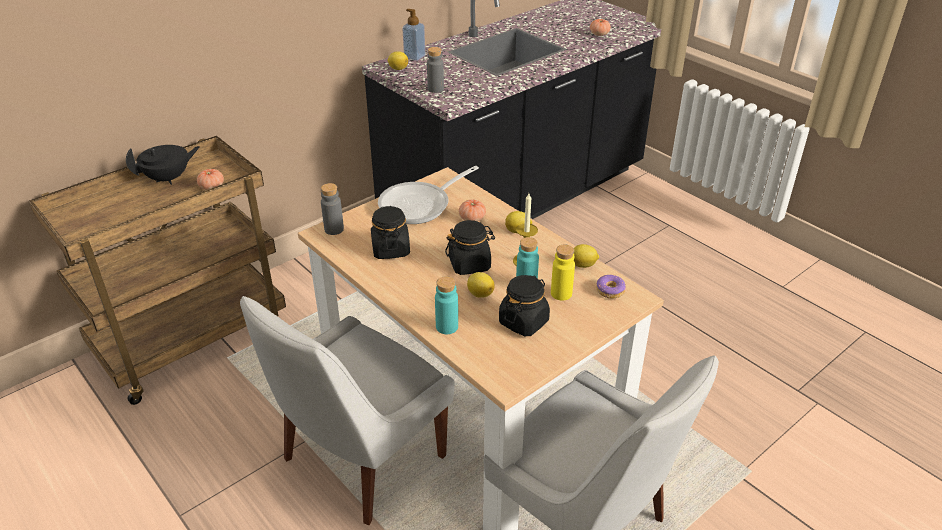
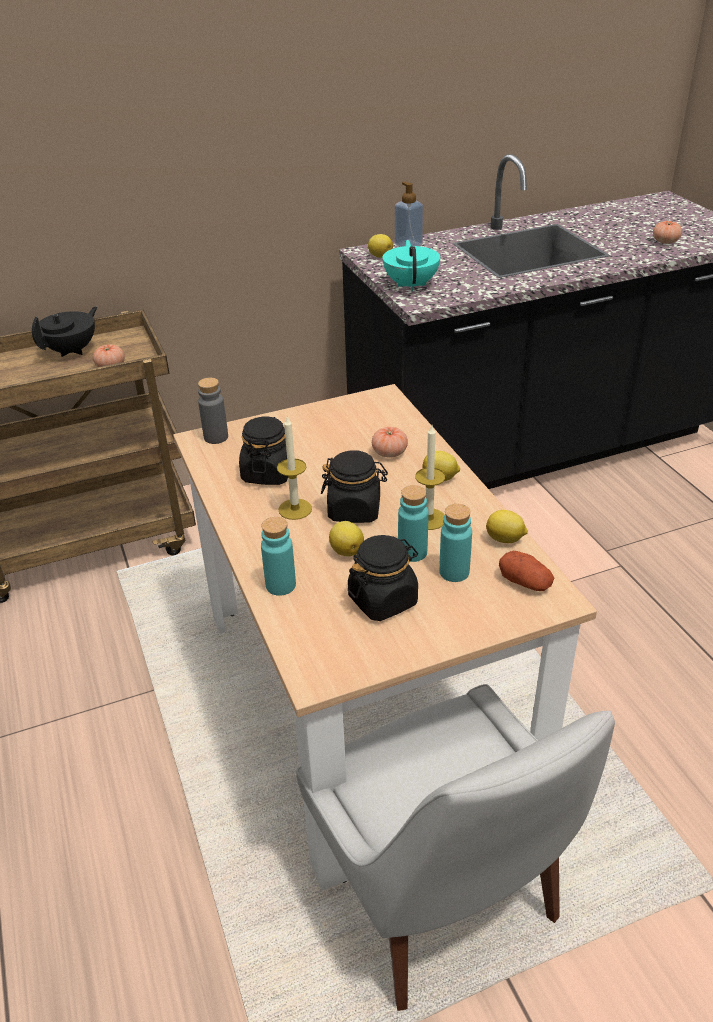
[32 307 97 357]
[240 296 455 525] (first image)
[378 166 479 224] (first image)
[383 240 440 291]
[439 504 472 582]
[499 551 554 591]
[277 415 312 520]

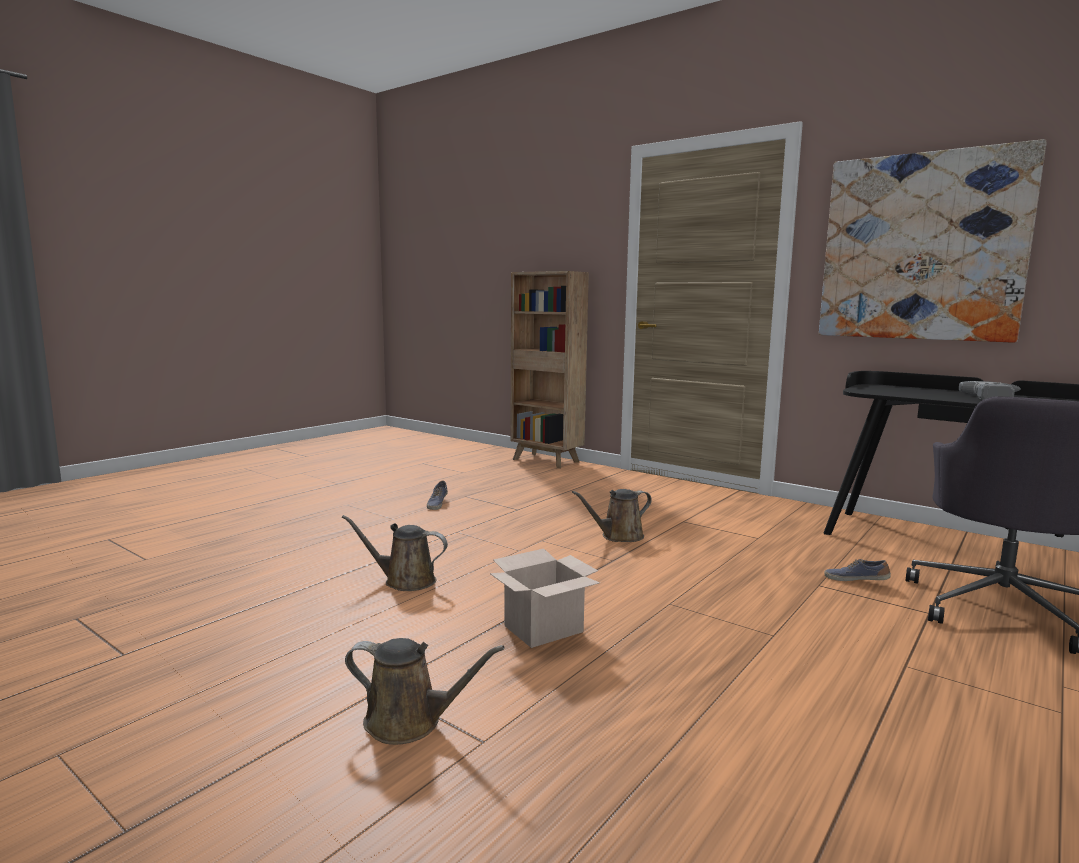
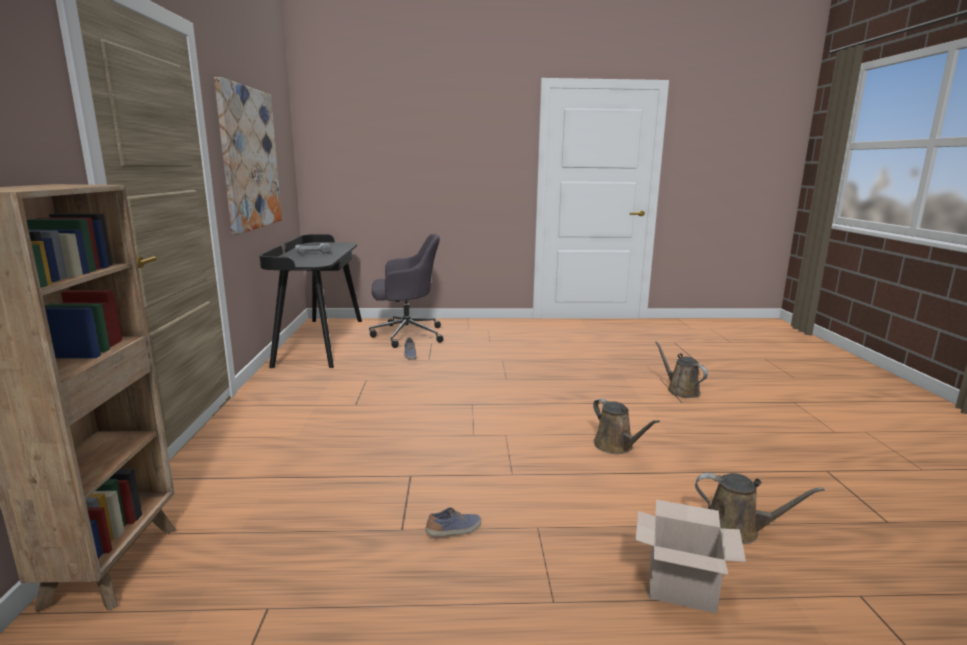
[636 500 746 613]
[695 473 825 544]

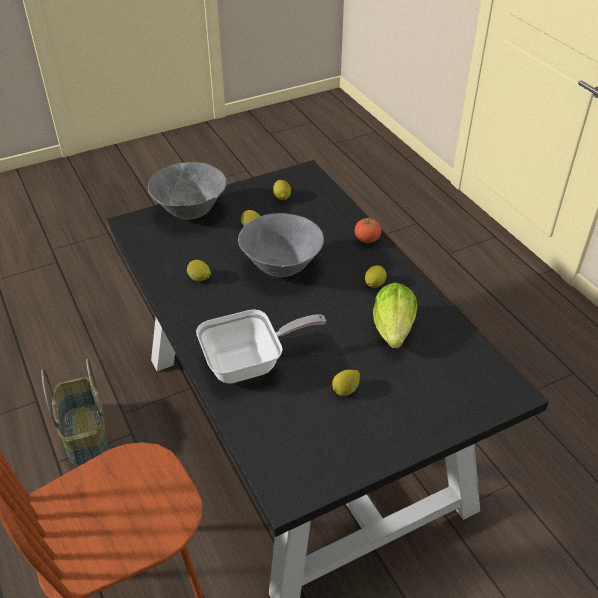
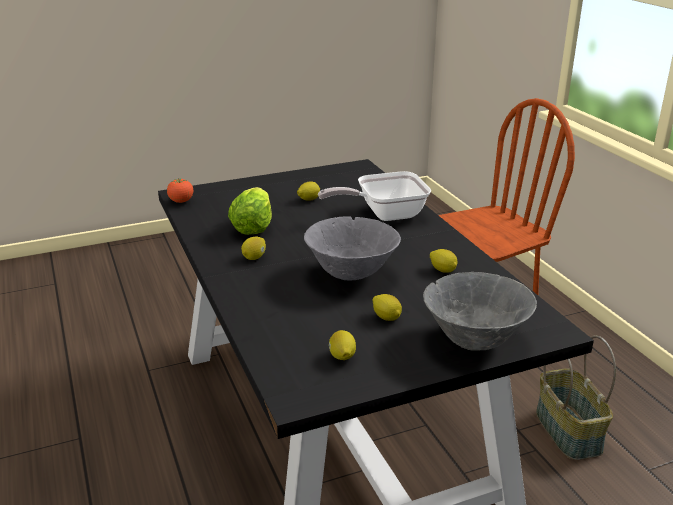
[167 179 193 203]

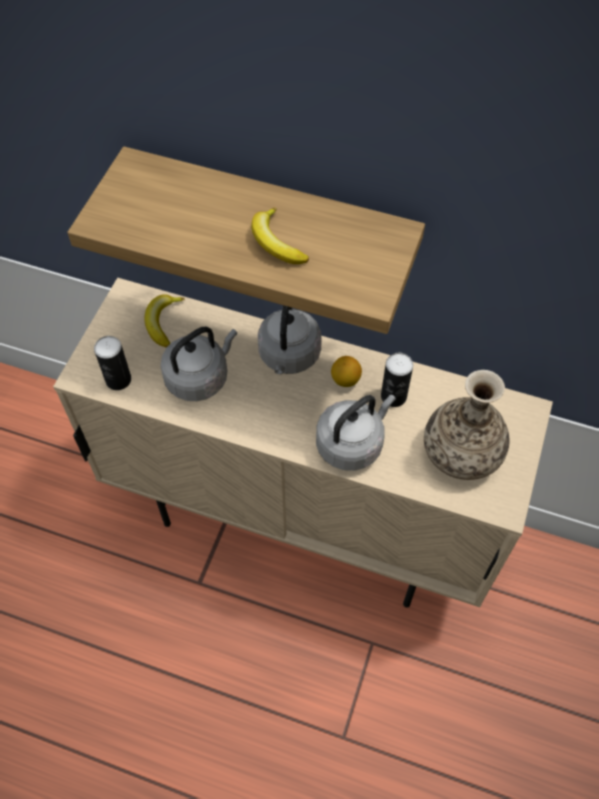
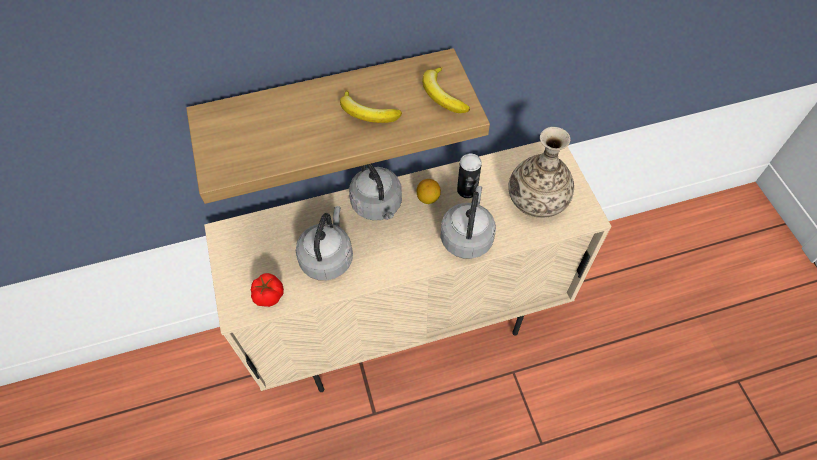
[251 273 284 307]
[422 67 470 113]

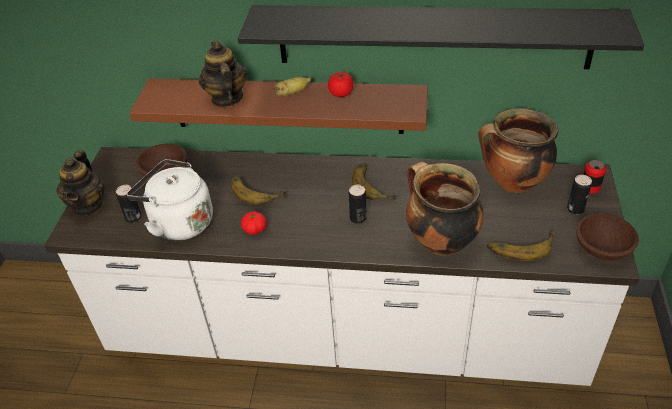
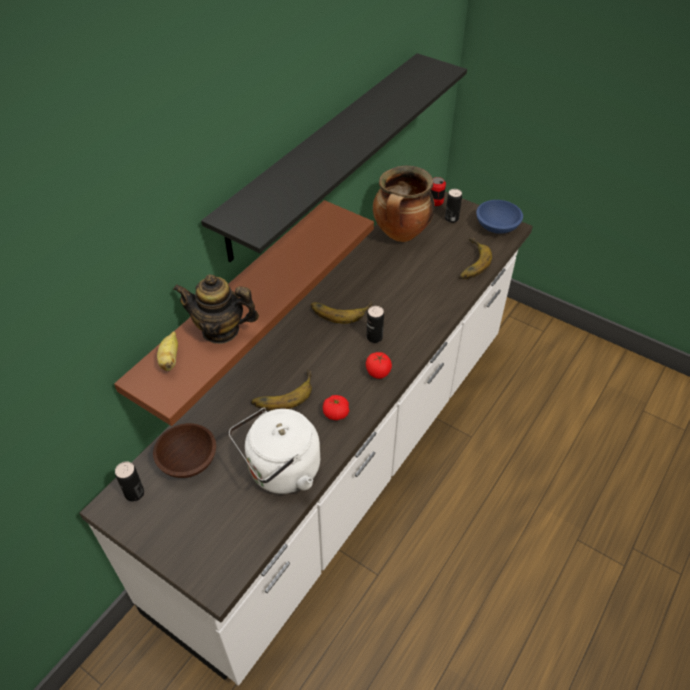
[57 150 105 216] (first image)
[115 461 145 502]
[157 331 178 371]
[366 352 392 379]
[406 162 484 256] (first image)
[476 200 523 234]

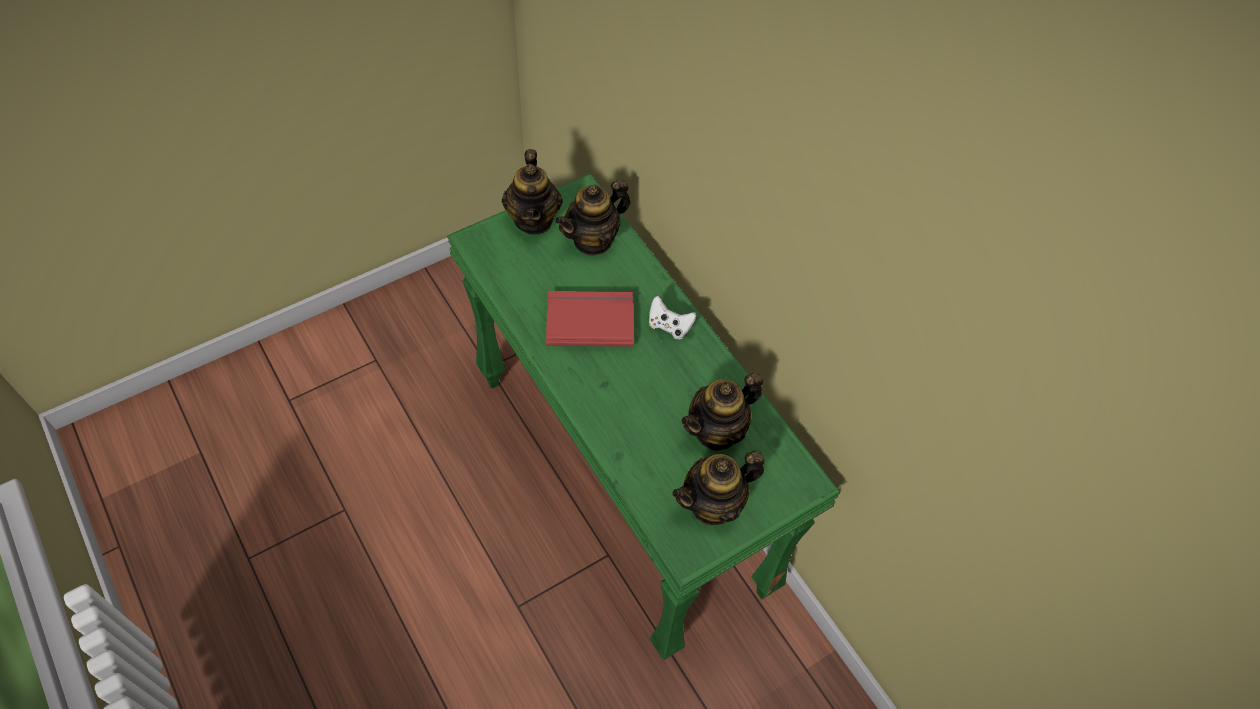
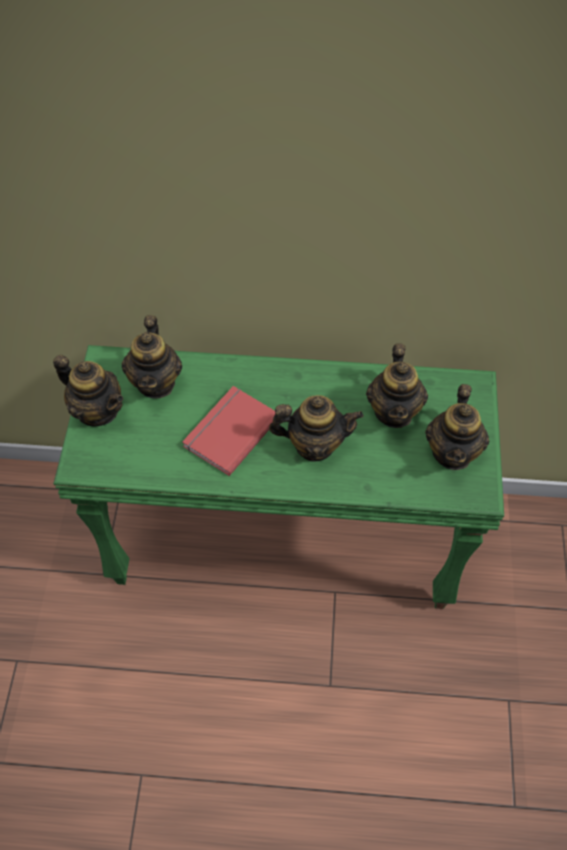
[649 296 697 339] (first image)
[269 395 363 462]

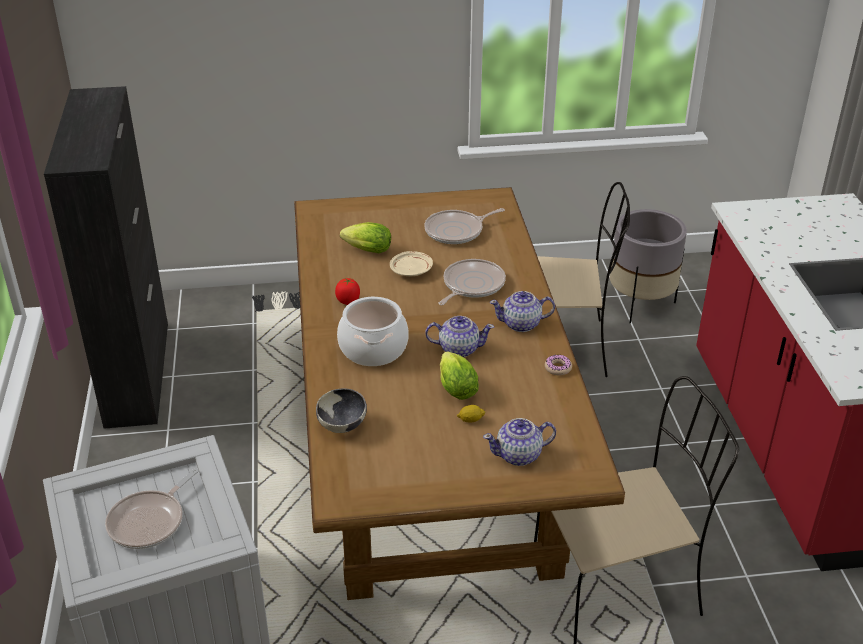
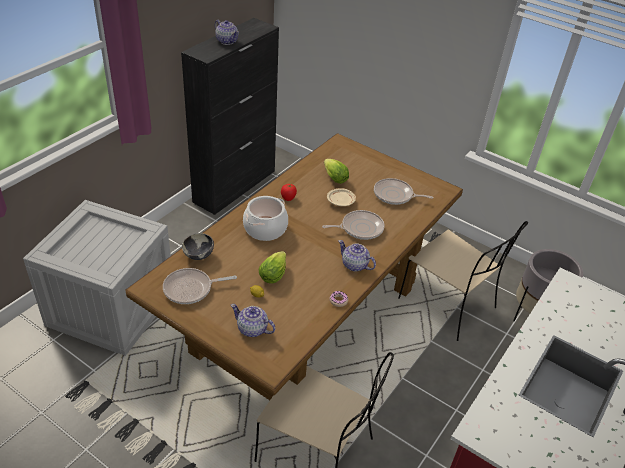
[163 268 237 304]
[215 20 239 45]

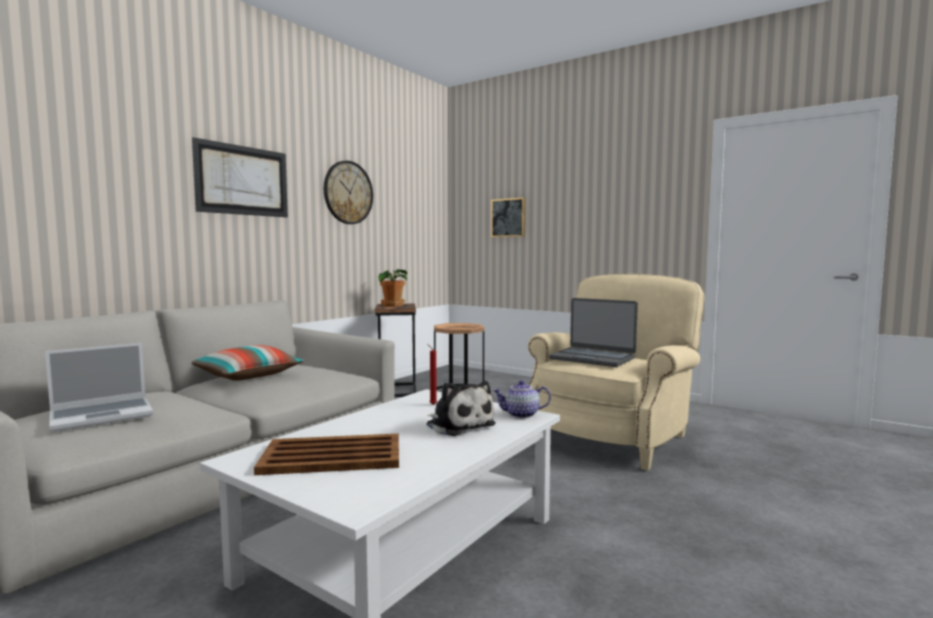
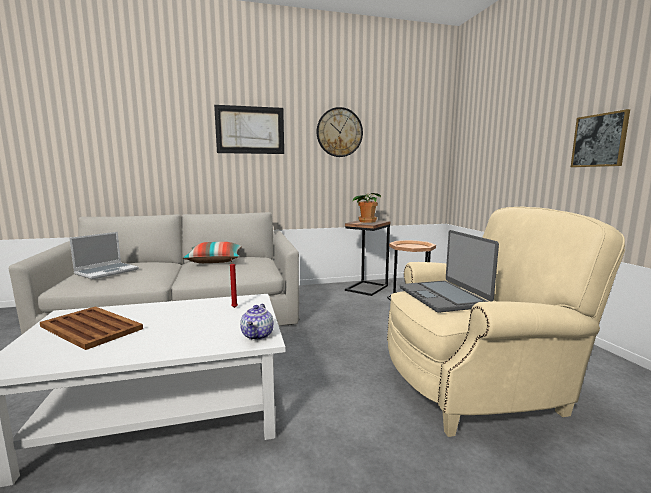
[69 232 139 280]
[426 381 496 436] (first image)
[571 109 630 167]
[240 304 274 340]

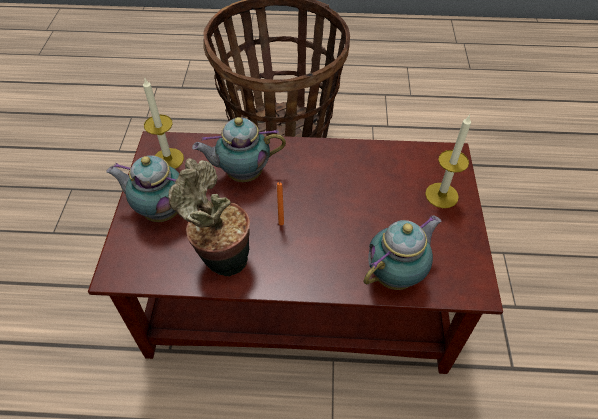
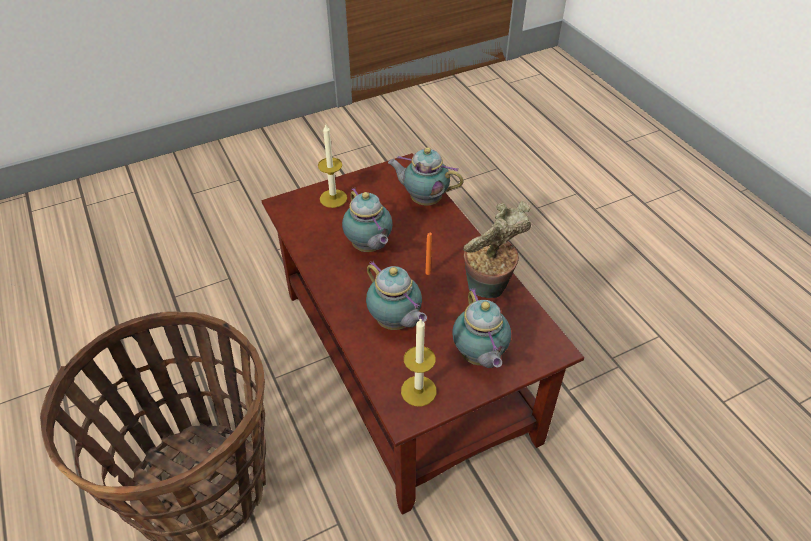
[342 188 393 252]

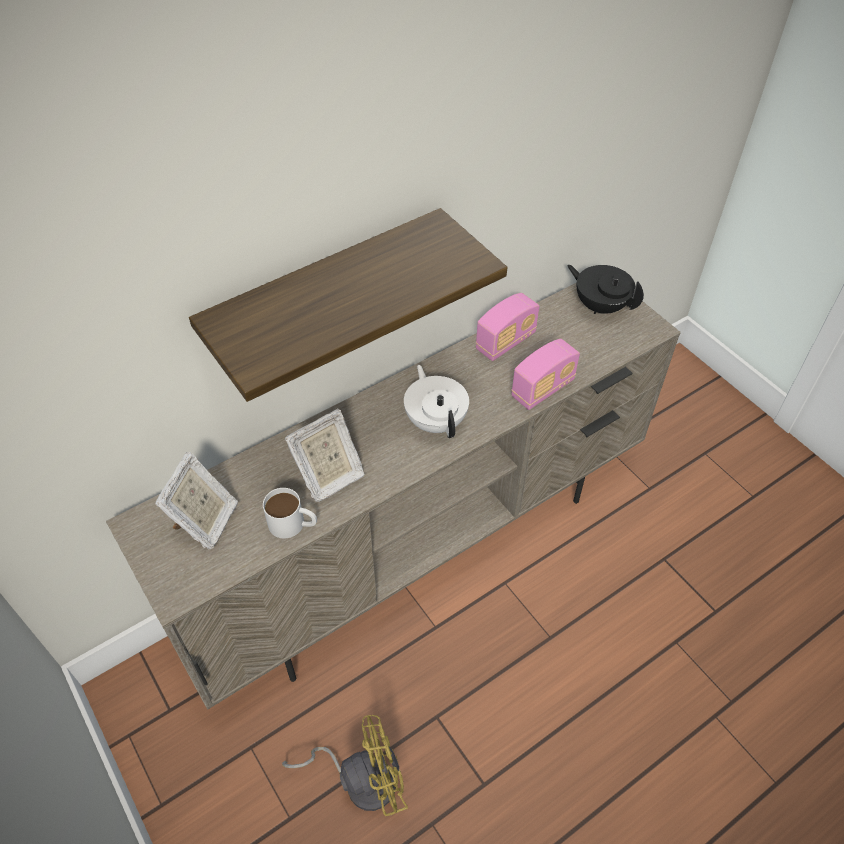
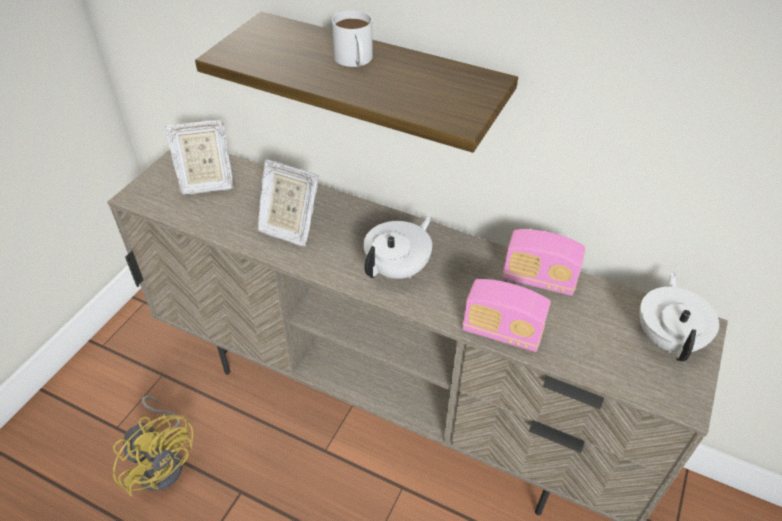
[332 10 373 67]
[639 272 719 362]

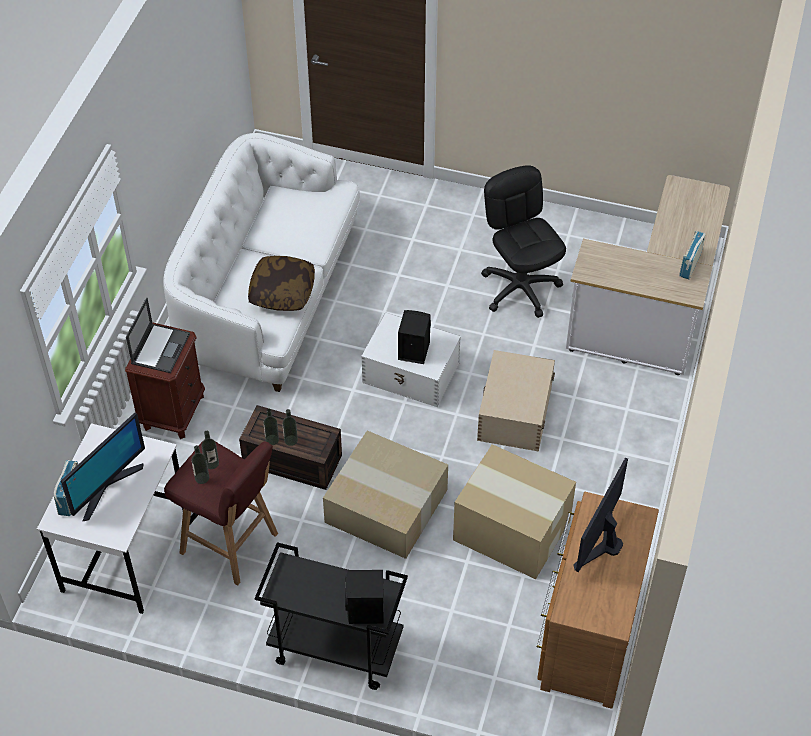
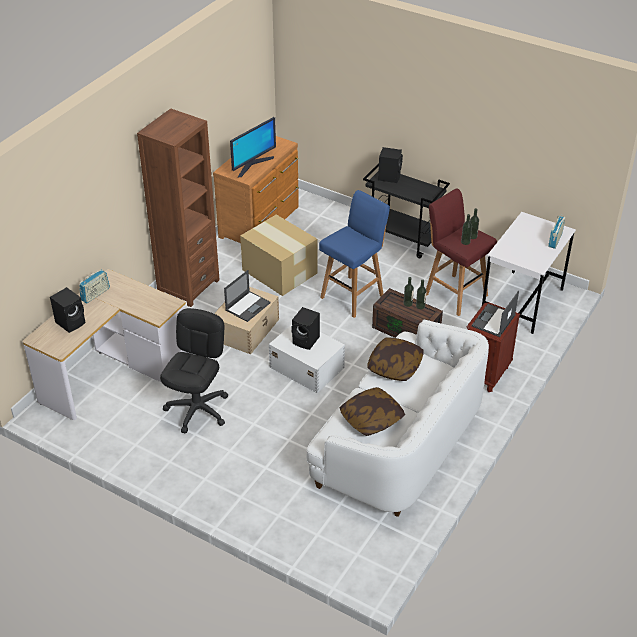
[61 412 145 521] (first image)
[319 190 390 318]
[160 308 228 433]
[50 287 86 333]
[137 109 220 307]
[224 270 271 322]
[340 387 405 436]

